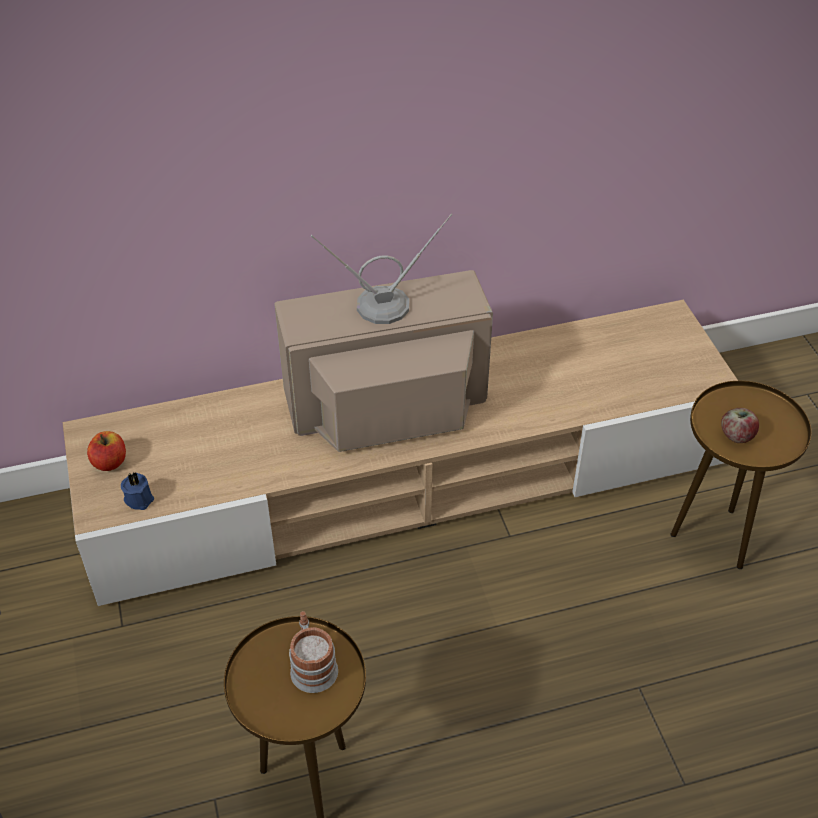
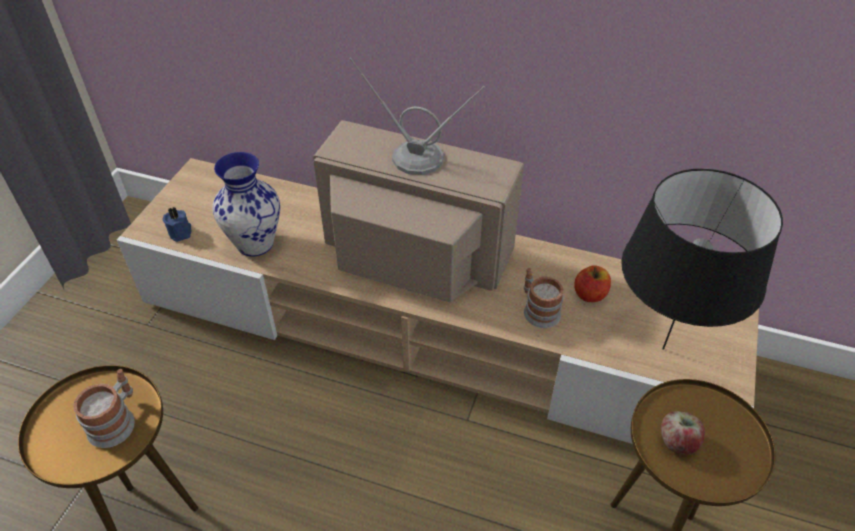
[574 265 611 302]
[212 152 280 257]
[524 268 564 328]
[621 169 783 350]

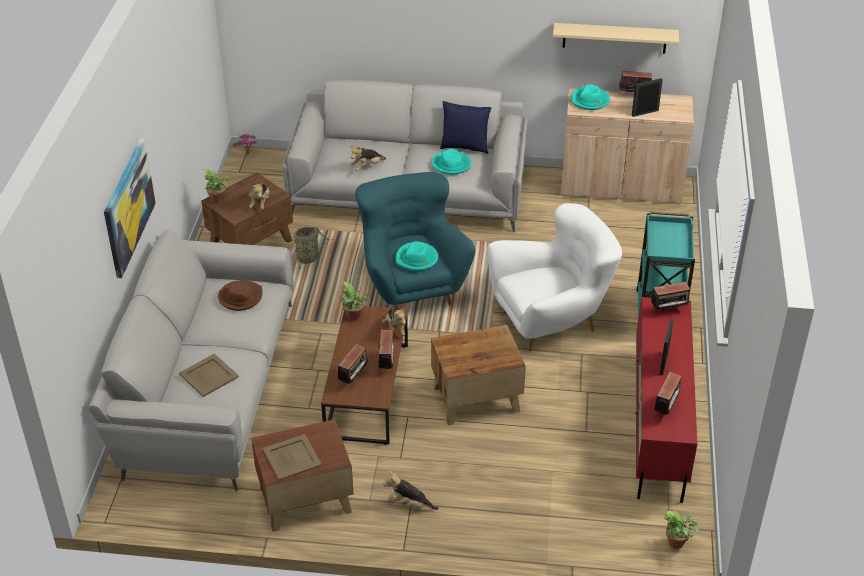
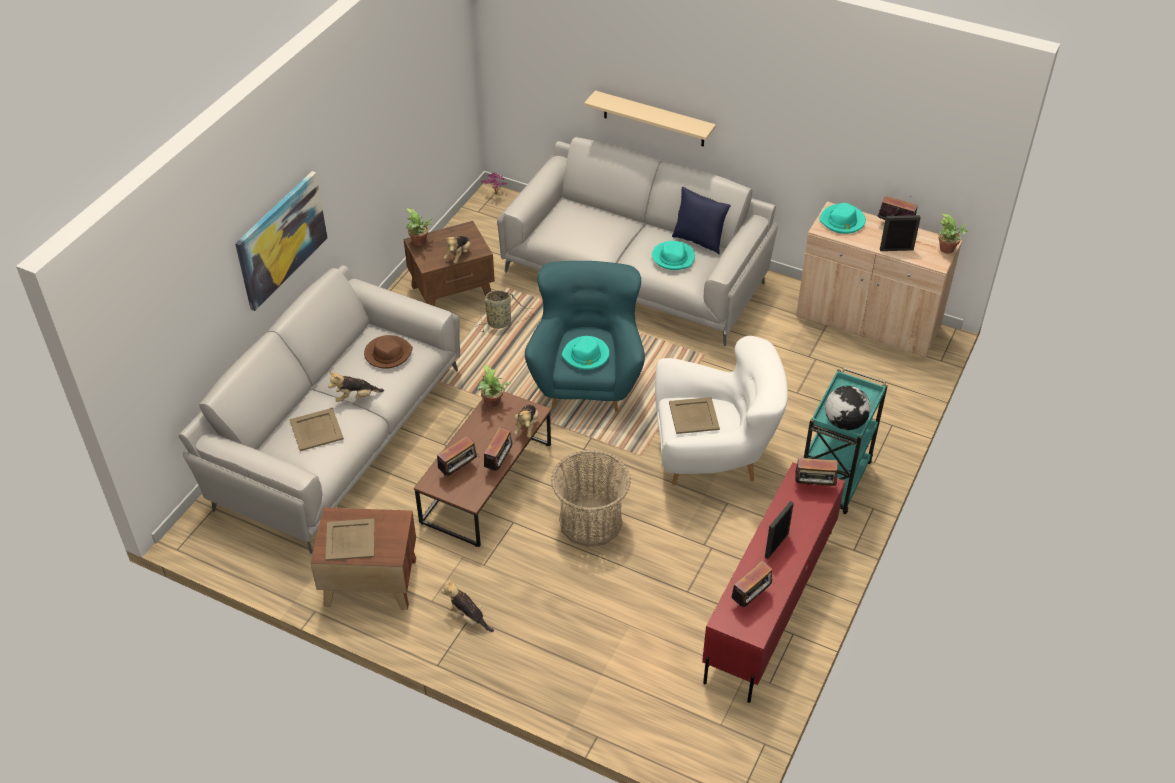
[328 372 384 402]
[551 450 631 547]
[584 91 716 147]
[938 213 969 254]
[669 397 720 434]
[825 386 871 430]

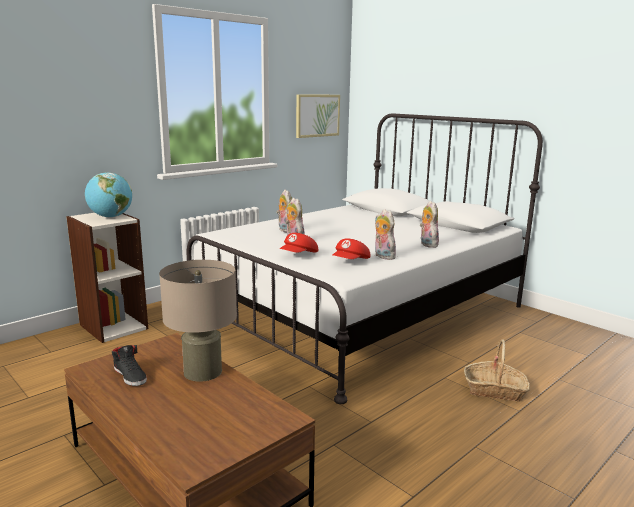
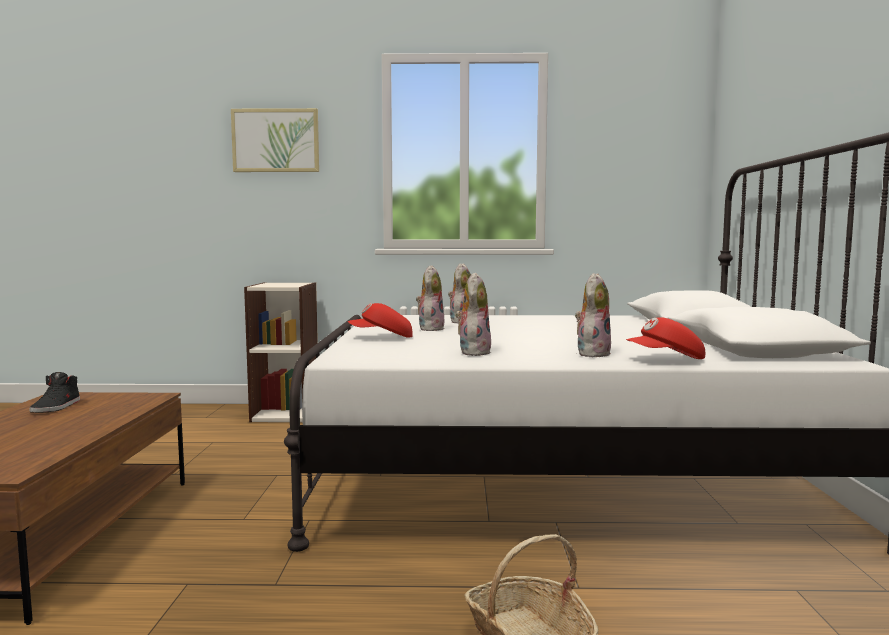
[85 172 132 218] (first image)
[159 260 237 382] (first image)
[231 108 319 172]
[626 317 705 359]

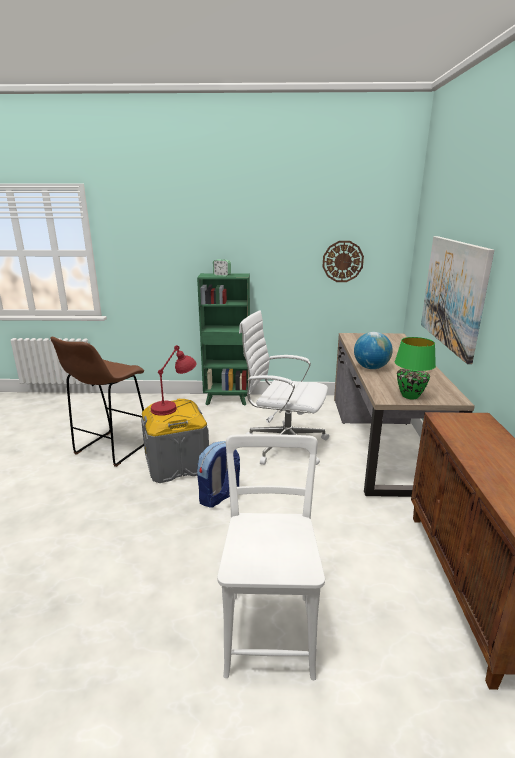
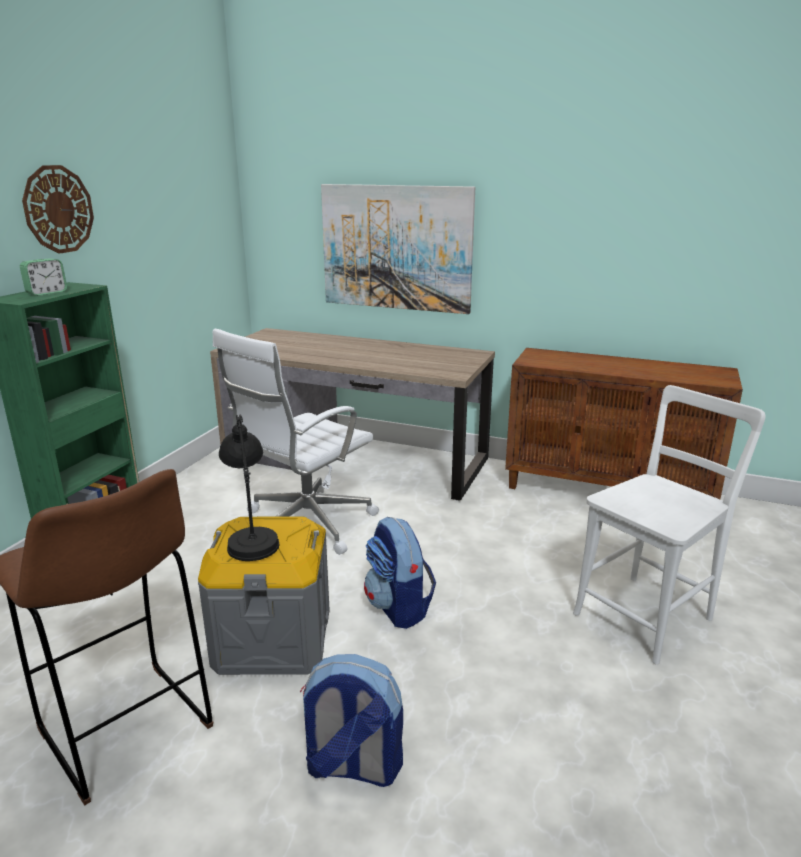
[219 414 279 561]
[573 385 765 665]
[22 165 94 254]
[354 332 393 369] (first image)
[395 337 436 399] (first image)
[300 654 403 787]

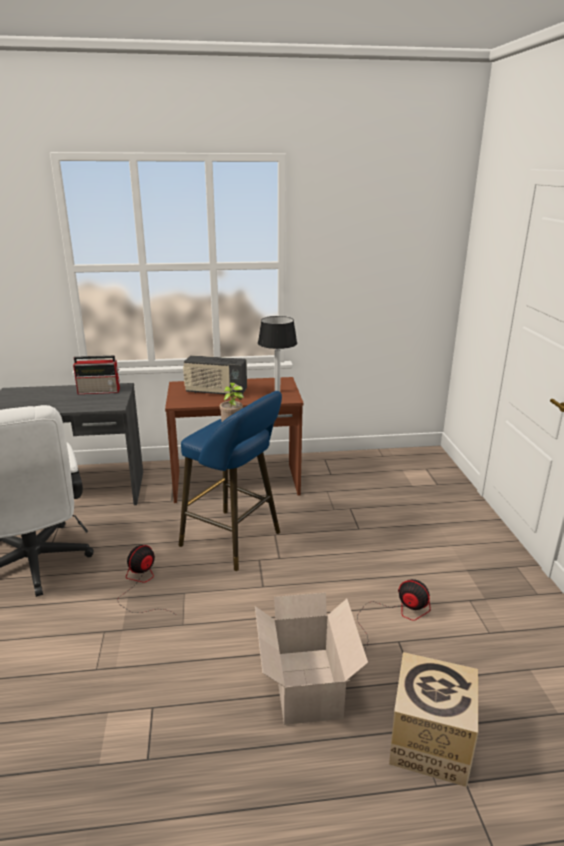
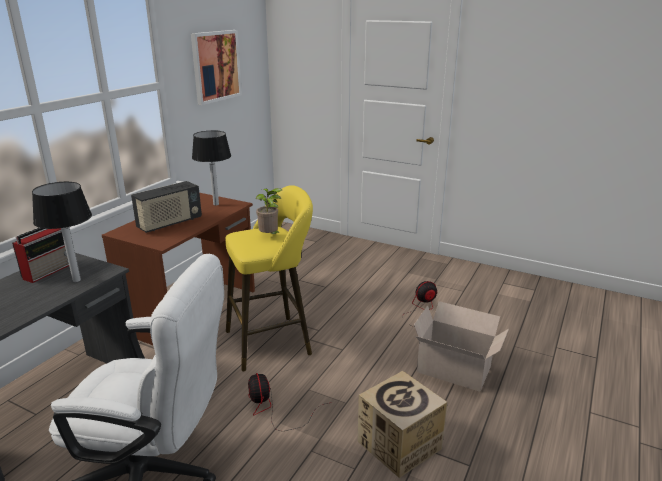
[225 185 313 371]
[357 371 447 478]
[32 182 92 282]
[191 30 242 105]

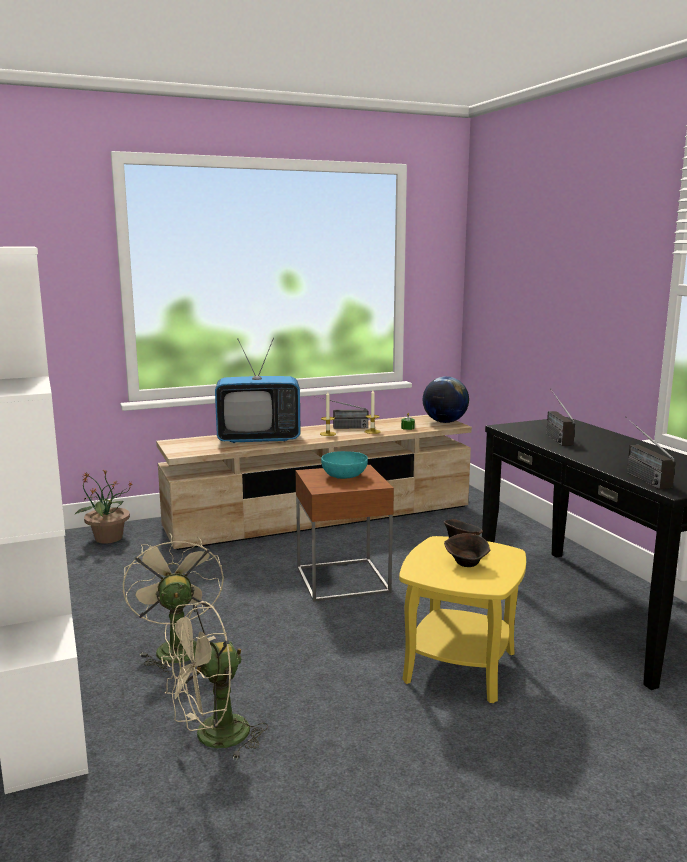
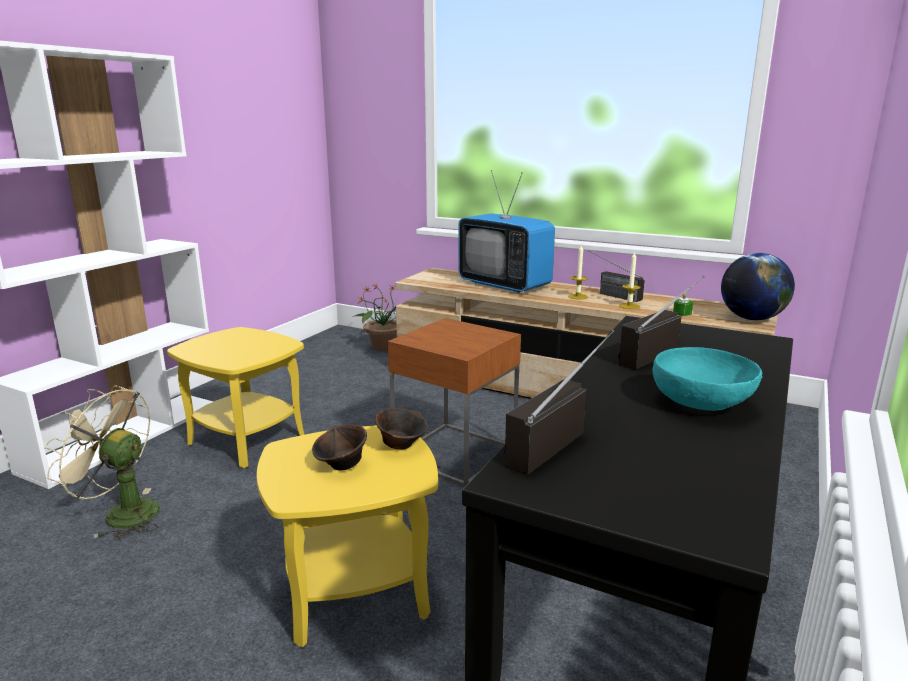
[167 327 304 468]
[653 347 762 411]

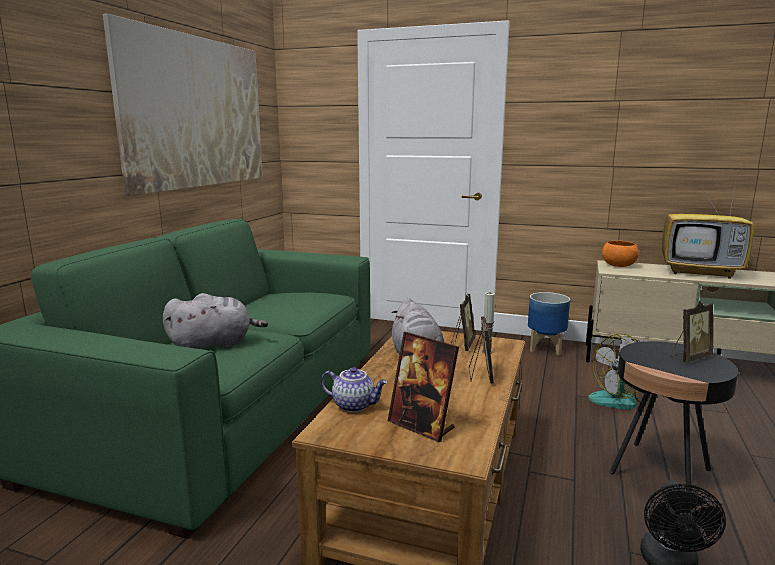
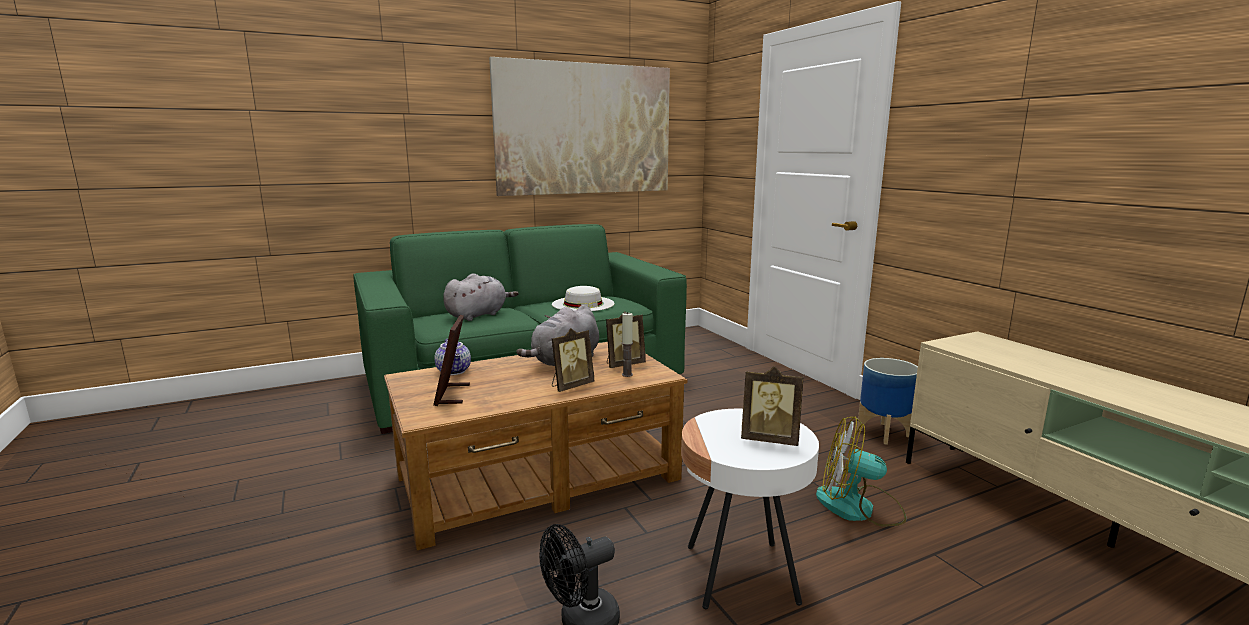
[444 273 519 321]
[602 241 639 267] (first image)
[681 409 819 609]
[662 180 754 279] (first image)
[552 286 615 311]

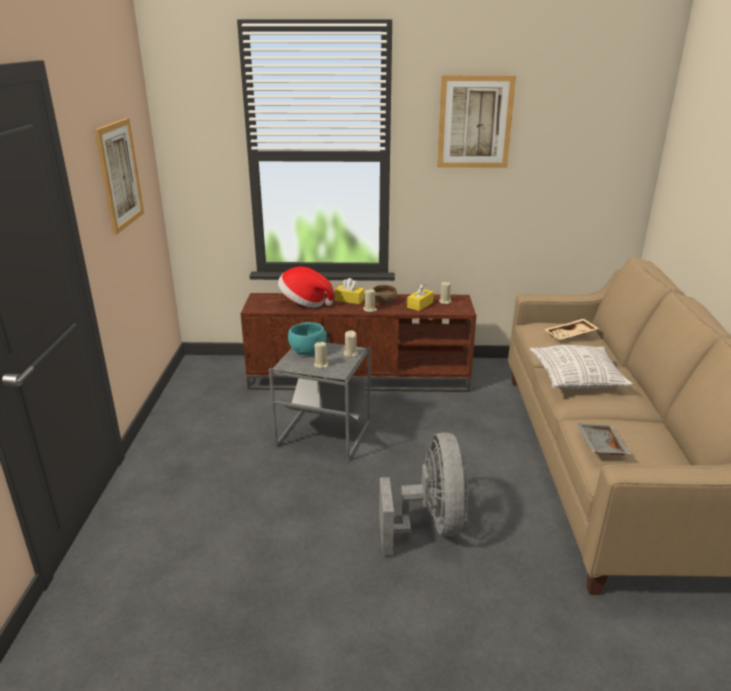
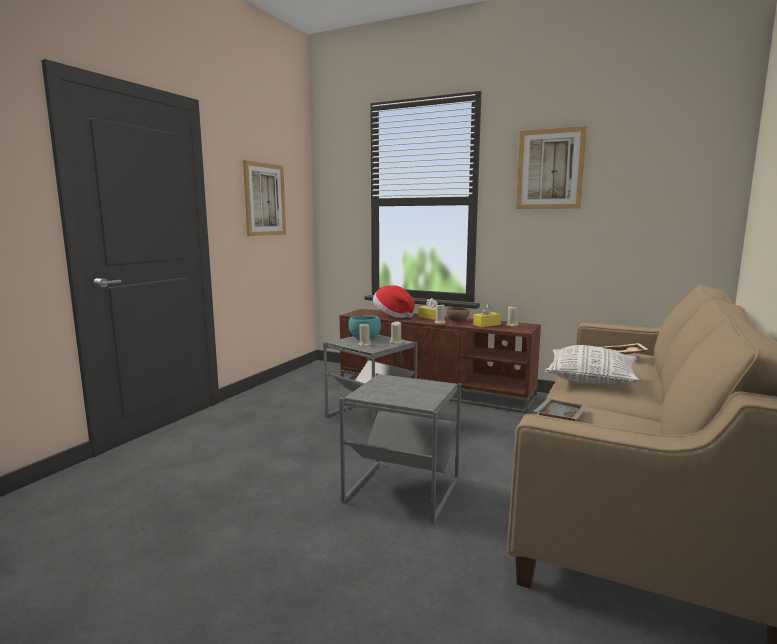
[339 373 461 523]

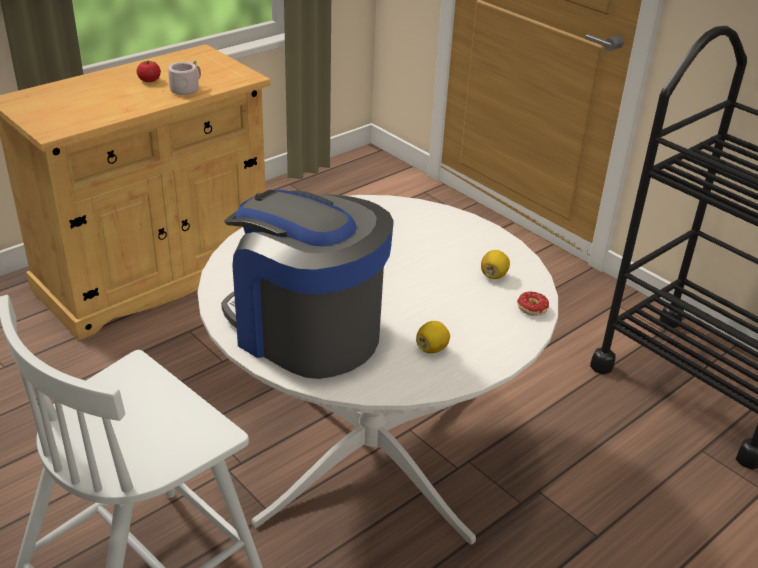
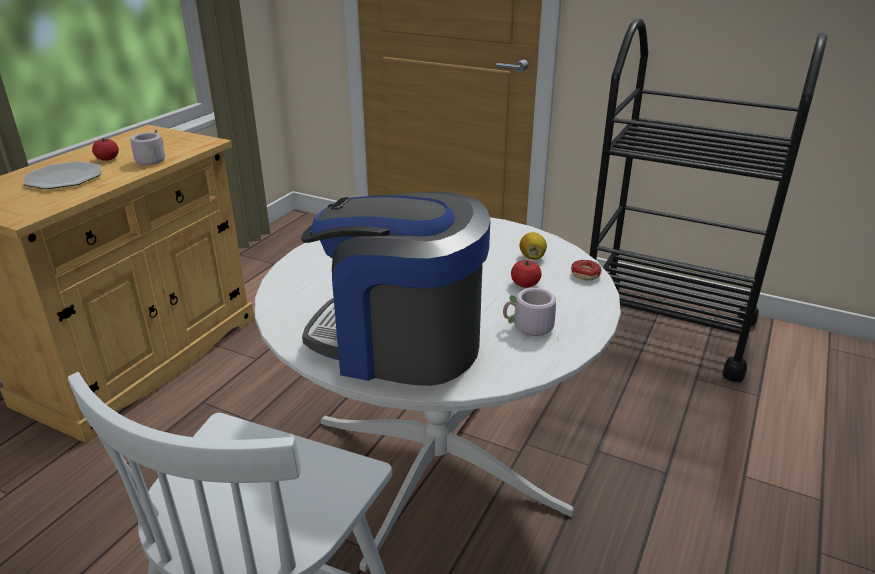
[503 288 559 342]
[23 161 101 189]
[511 260 541 288]

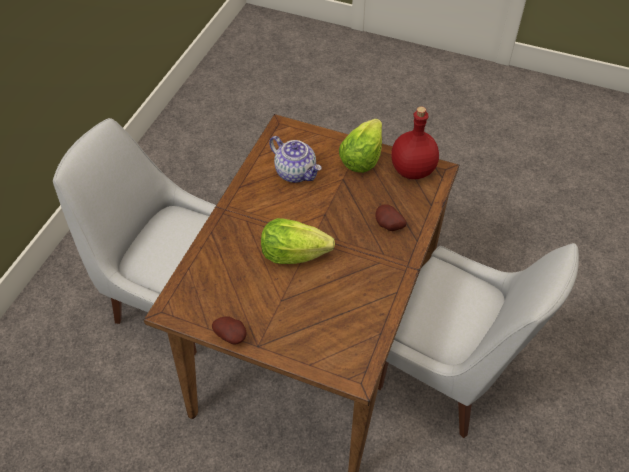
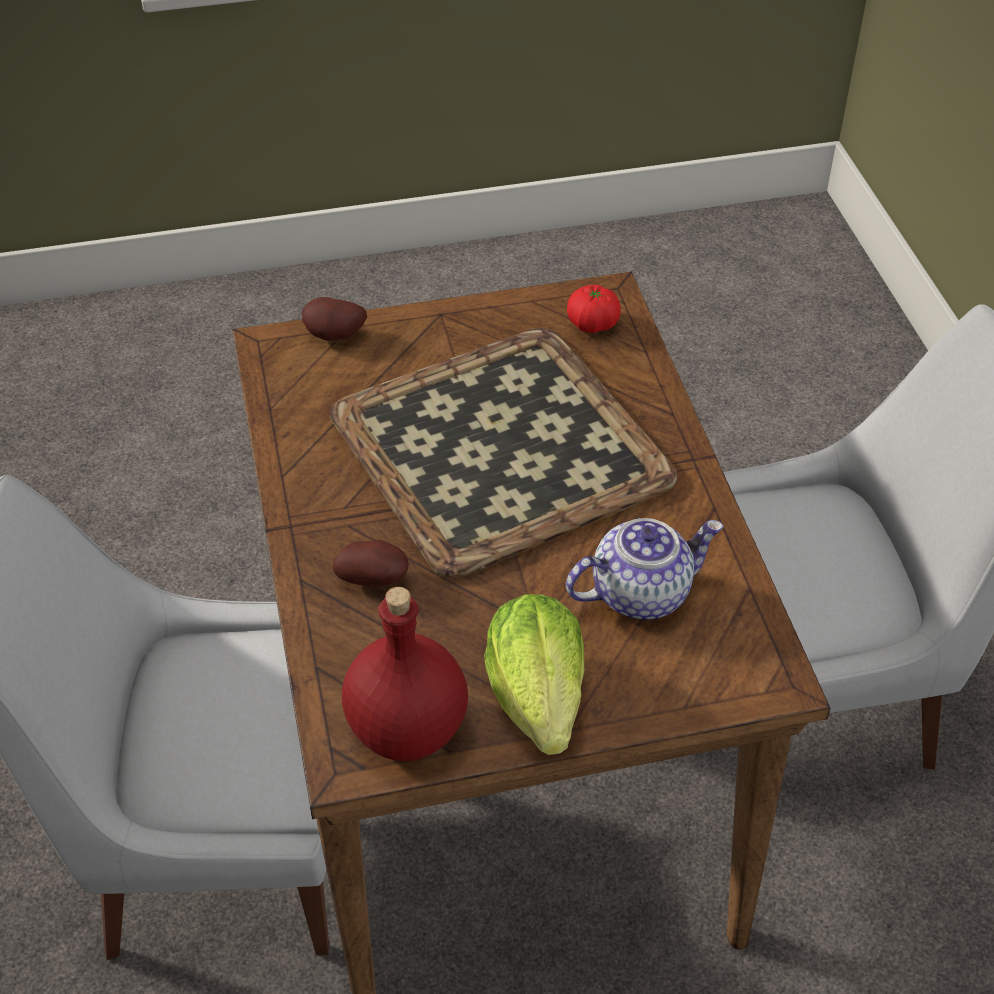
[302 297 367 341]
[330 328 677 578]
[566 518 724 620]
[567 285 621 333]

